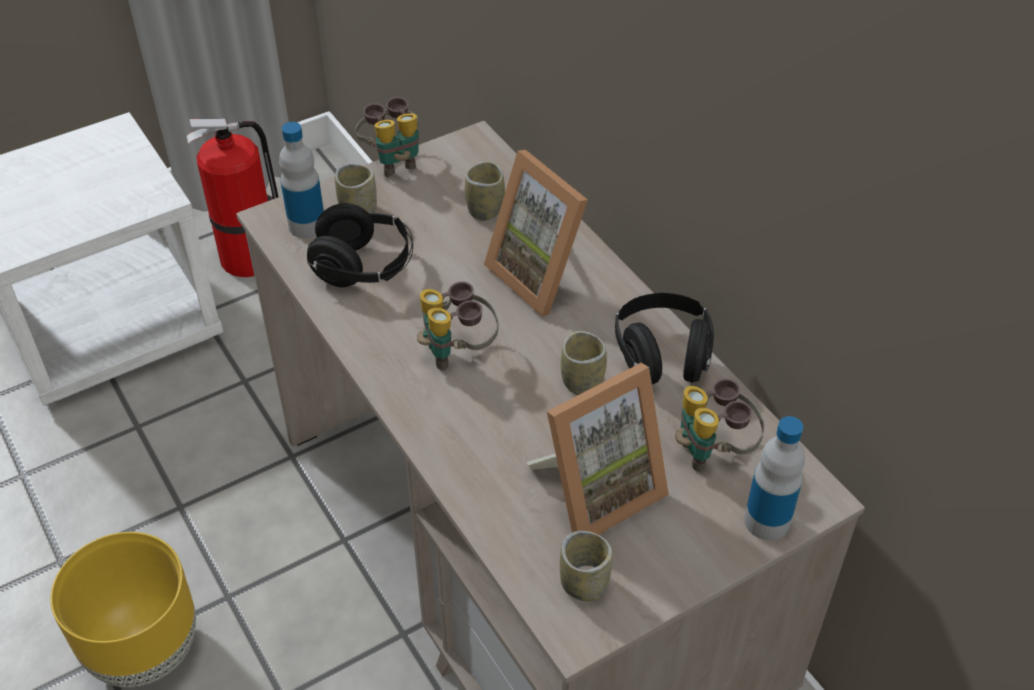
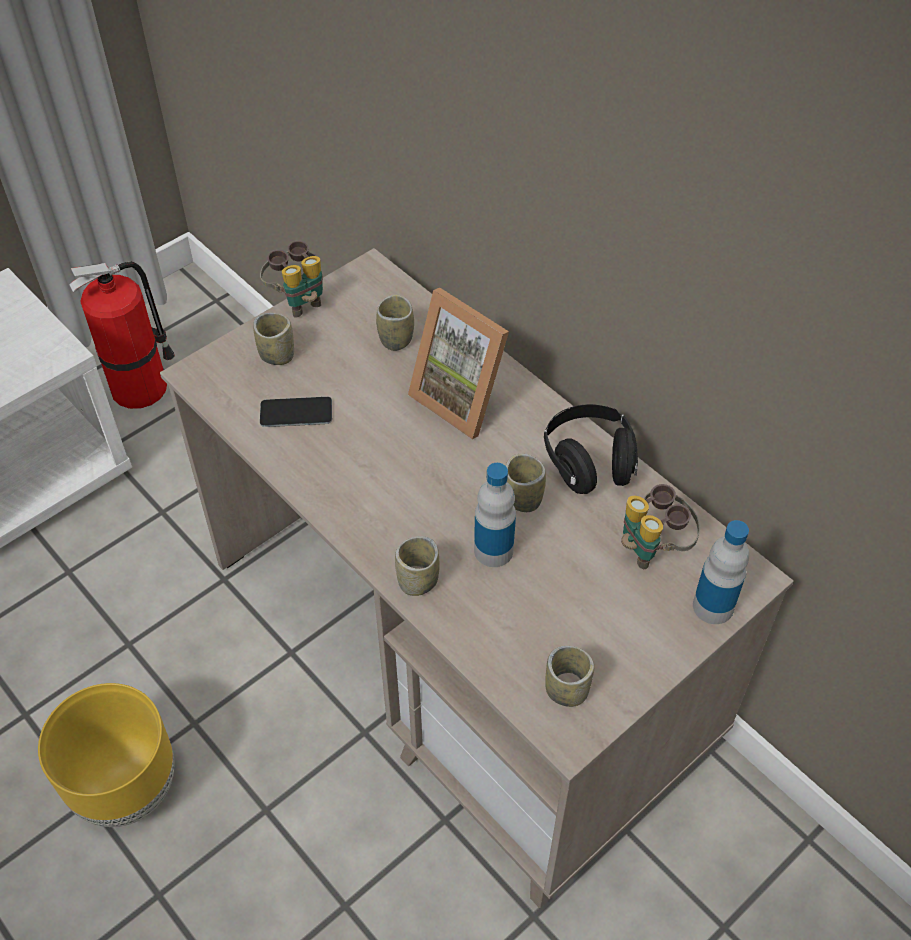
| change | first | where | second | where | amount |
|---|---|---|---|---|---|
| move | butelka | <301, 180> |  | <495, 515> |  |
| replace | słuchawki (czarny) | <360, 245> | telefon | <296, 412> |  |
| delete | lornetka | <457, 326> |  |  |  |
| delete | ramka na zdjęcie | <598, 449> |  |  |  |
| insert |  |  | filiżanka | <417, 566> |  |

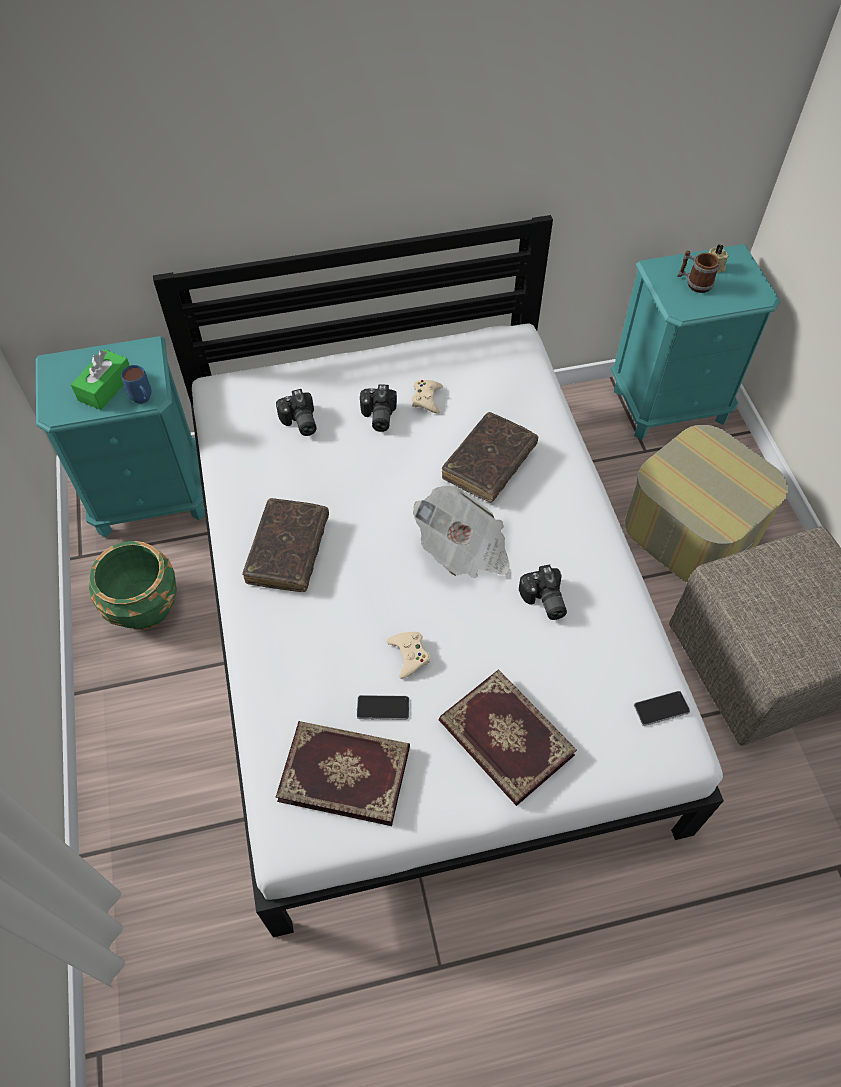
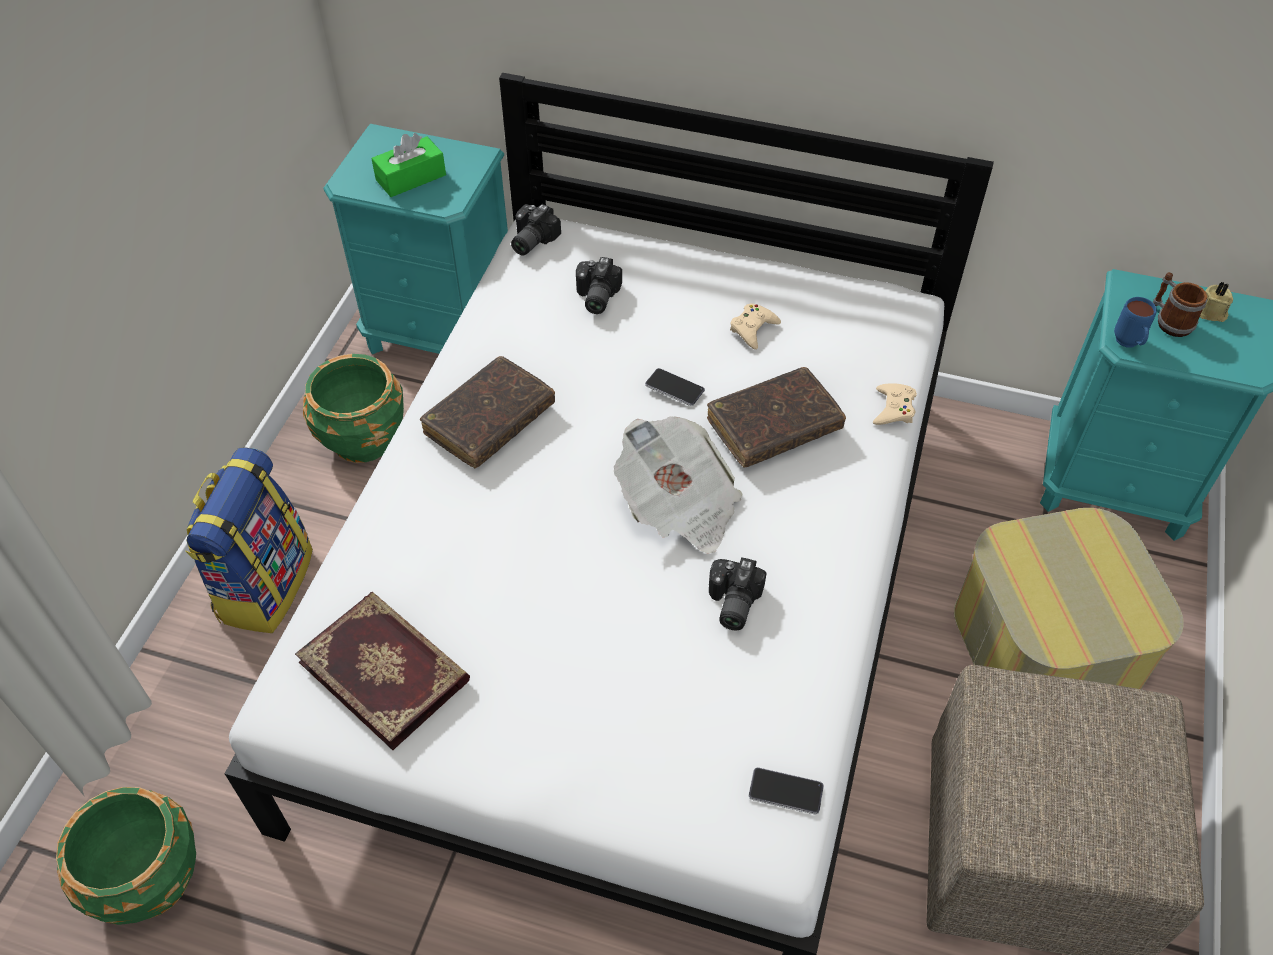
| change | first | where | second | where | amount |
|---|---|---|---|---|---|
| move | kubek (niebieski) | <136, 384> |  | <1135, 322> |  |
| move | telefon | <383, 707> |  | <675, 387> |  |
| move | aparat fotograficzny | <378, 408> |  | <536, 230> |  |
| move | pad do gier (beżowy) | <408, 655> |  | <895, 404> |  |
| delete | książka | <508, 737> |  |  |  |
| insert |  |  | donica (zielony) | <126, 856> |  |
| insert |  |  | plecak | <249, 540> |  |

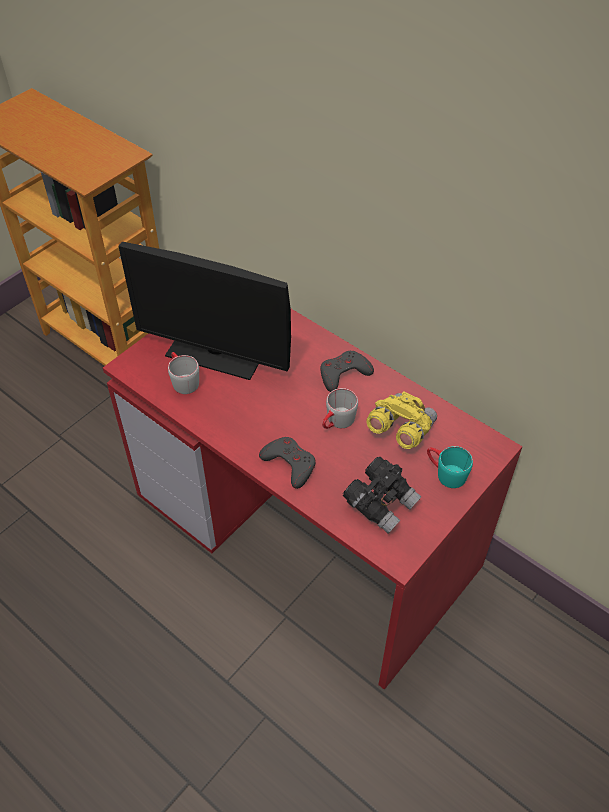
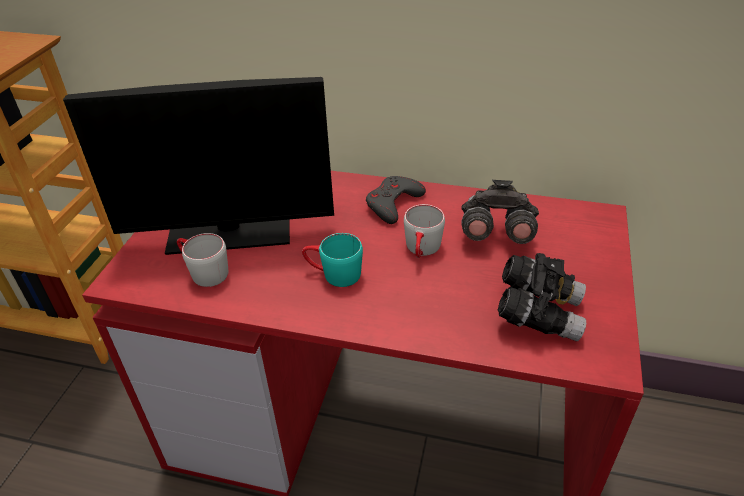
| change | first | where | second | where | amount |
|---|---|---|---|---|---|
| delete | pad do gier (szary) | <287, 463> |  |  |  |
| recolor | lornetka (żółty) | <401, 420> | lornetka (szary) | <500, 212> |  |
| move | kubek (turkusowy) | <450, 467> |  | <332, 260> |  |

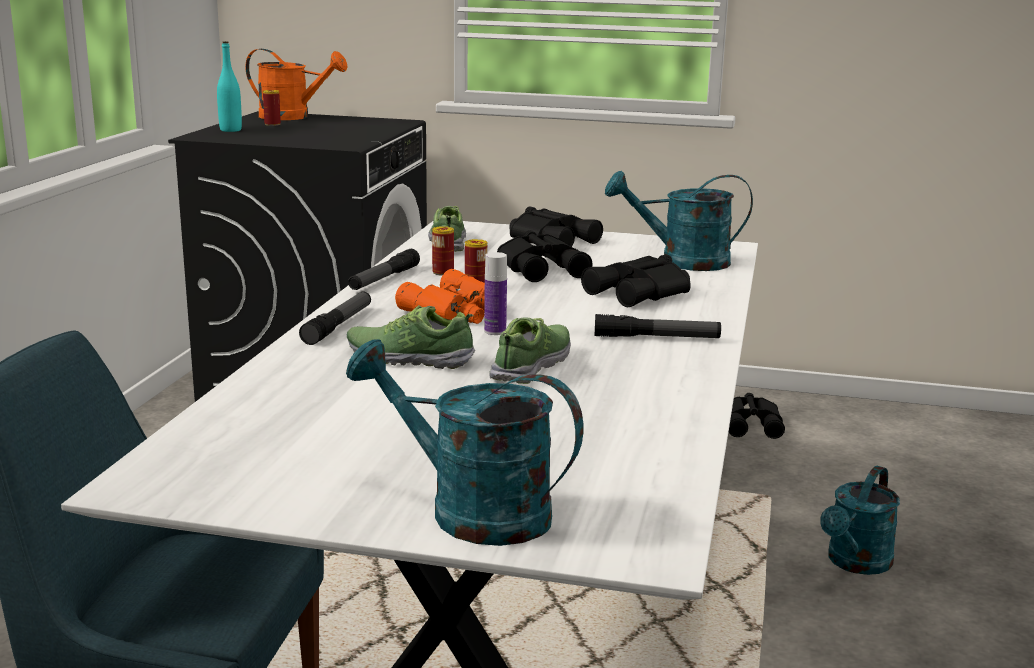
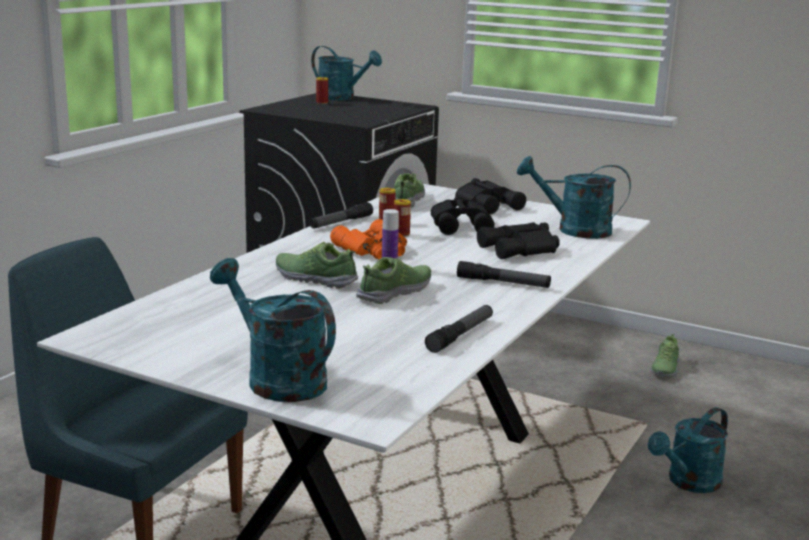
| change | first | where | second | where | amount |
|---|---|---|---|---|---|
| delete | butelka (turkusowy) | <229, 86> |  |  |  |
| recolor | konewka (pomarańczowy) | <296, 84> | konewka (turkusowy) | <346, 73> |  |
| move | latarka | <335, 318> |  | <459, 329> |  |
| replace | lornetka (czarny) | <757, 416> | but | <664, 355> |  |

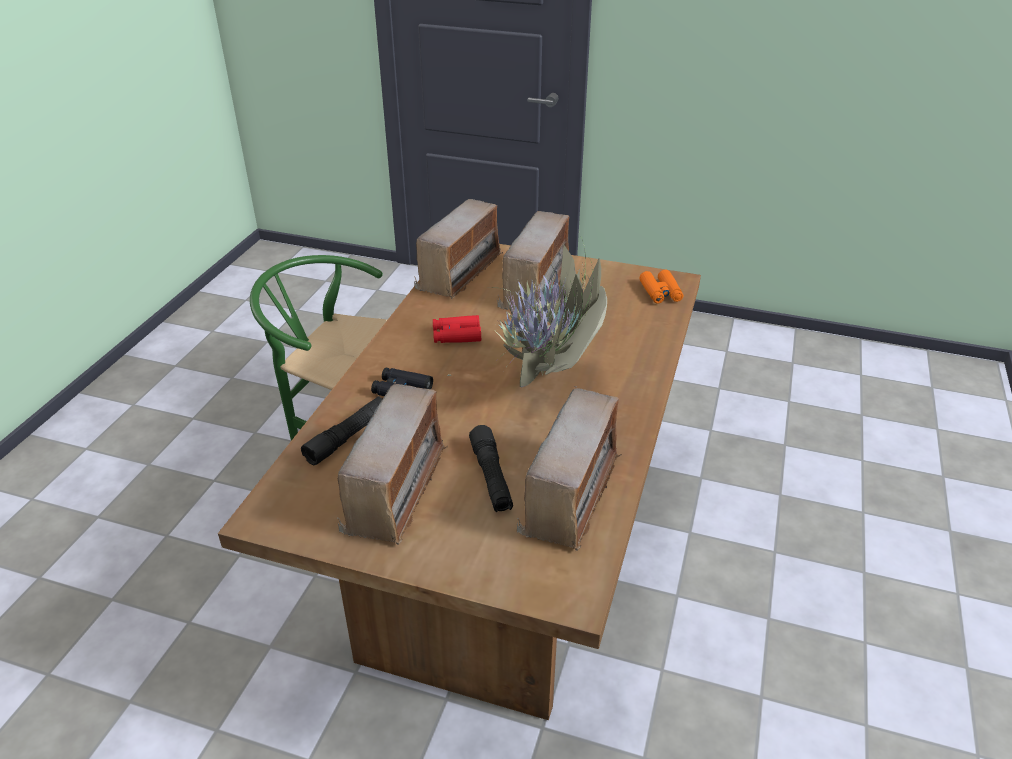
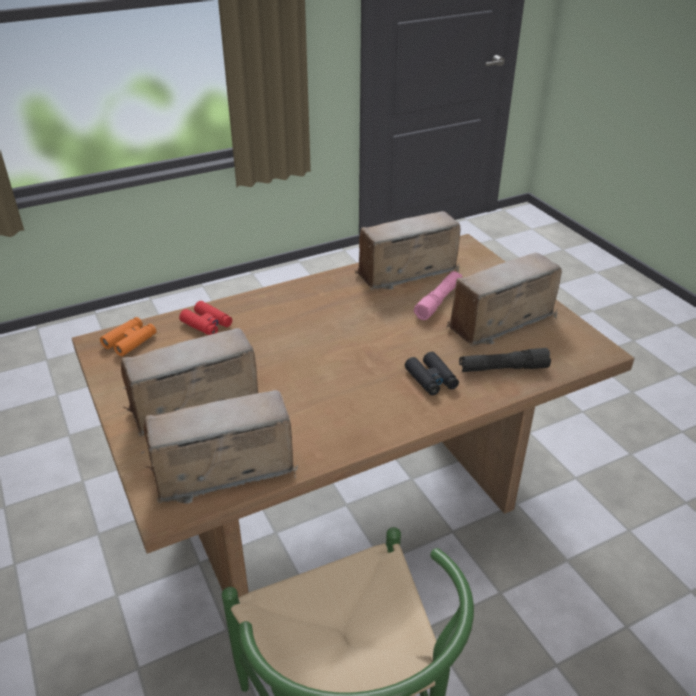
| change | first | where | second | where | amount |
|---|---|---|---|---|---|
| move | lornetka (czerwony) | <457, 329> |  | <205, 318> |  |
| delete | roślina doniczkowa | <527, 312> |  |  |  |
| recolor | latarka (czarny) | <491, 468> | latarka (różowy) | <438, 295> |  |

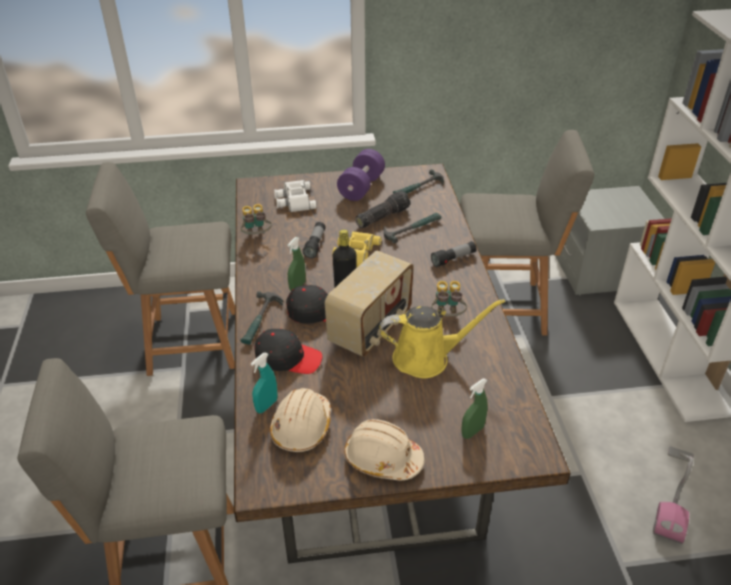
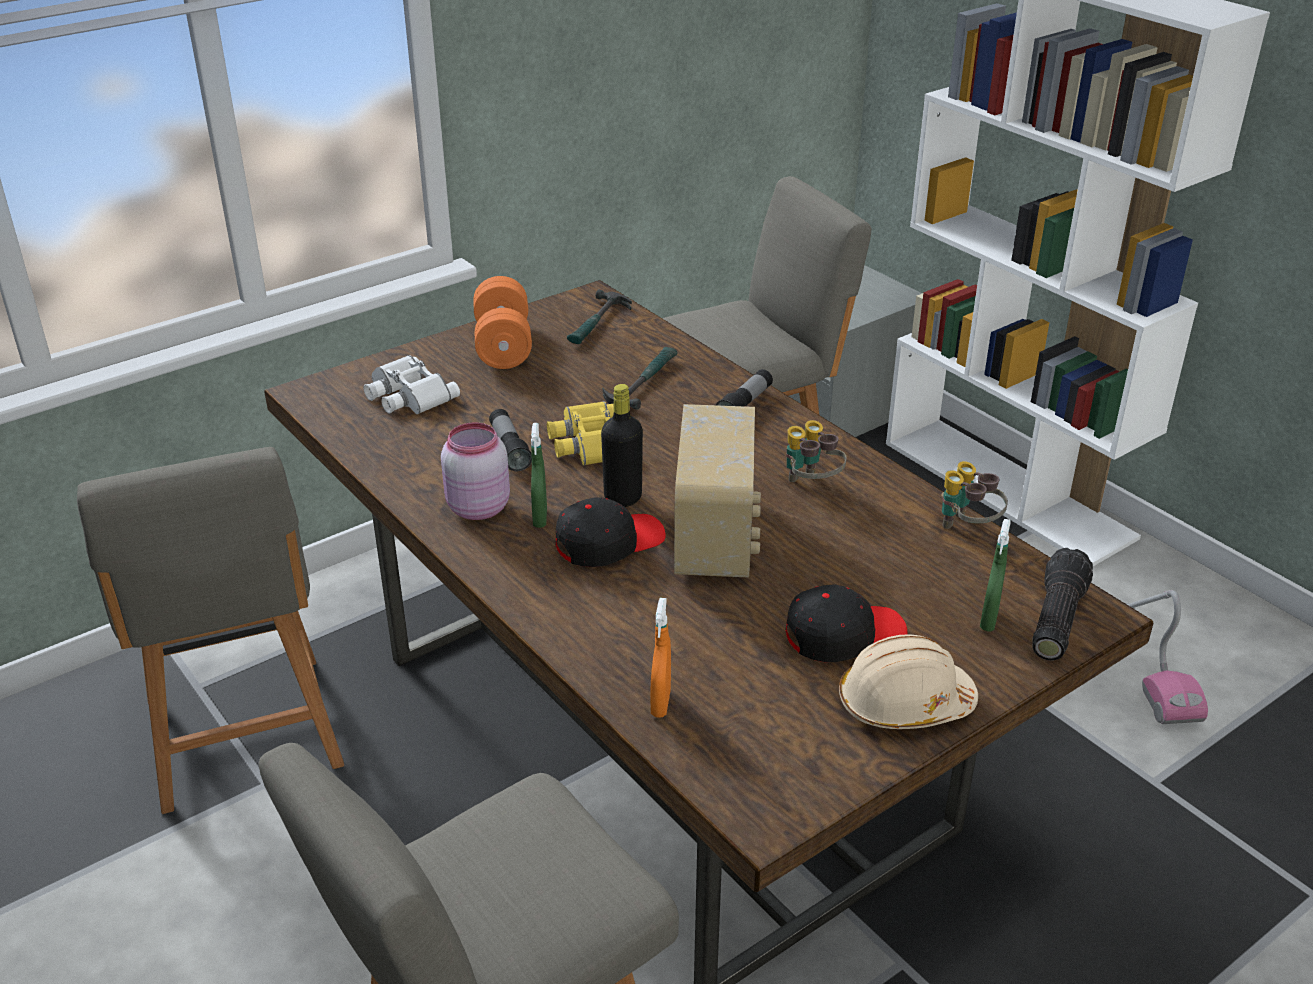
| change | first | where | second | where | amount |
|---|---|---|---|---|---|
| rotate | krzesło (szary) | <160, 269> |  | <210, 630> | 75 degrees counterclockwise |
| delete | młotek | <261, 318> |  |  |  |
| move | lornetka | <256, 219> |  | <974, 495> |  |
| recolor | spryskiwacz (turkusowy) | <264, 382> | spryskiwacz (pomarańczowy) | <660, 658> |  |
| move | czapka z daszkiem (czarny) | <288, 351> |  | <846, 623> |  |
| delete | kask (beżowy) | <300, 420> |  |  |  |
| recolor | hantel (fioletowy) | <361, 175> | hantel (pomarańczowy) | <502, 322> |  |
| move | latarka | <382, 209> |  | <1063, 604> |  |
| delete | konewka (żółty) | <442, 338> |  |  |  |
| insert |  |  | słoik (różowy) | <475, 471> |  |

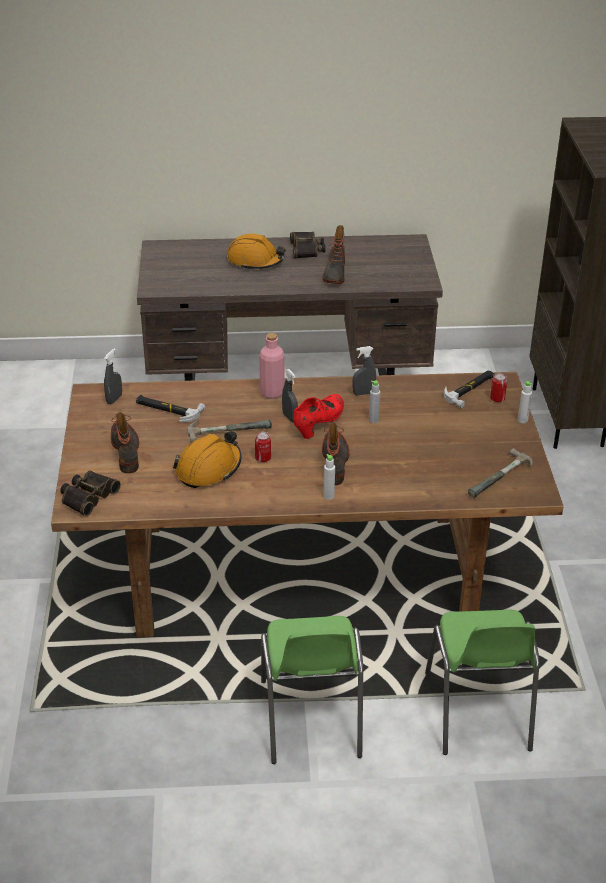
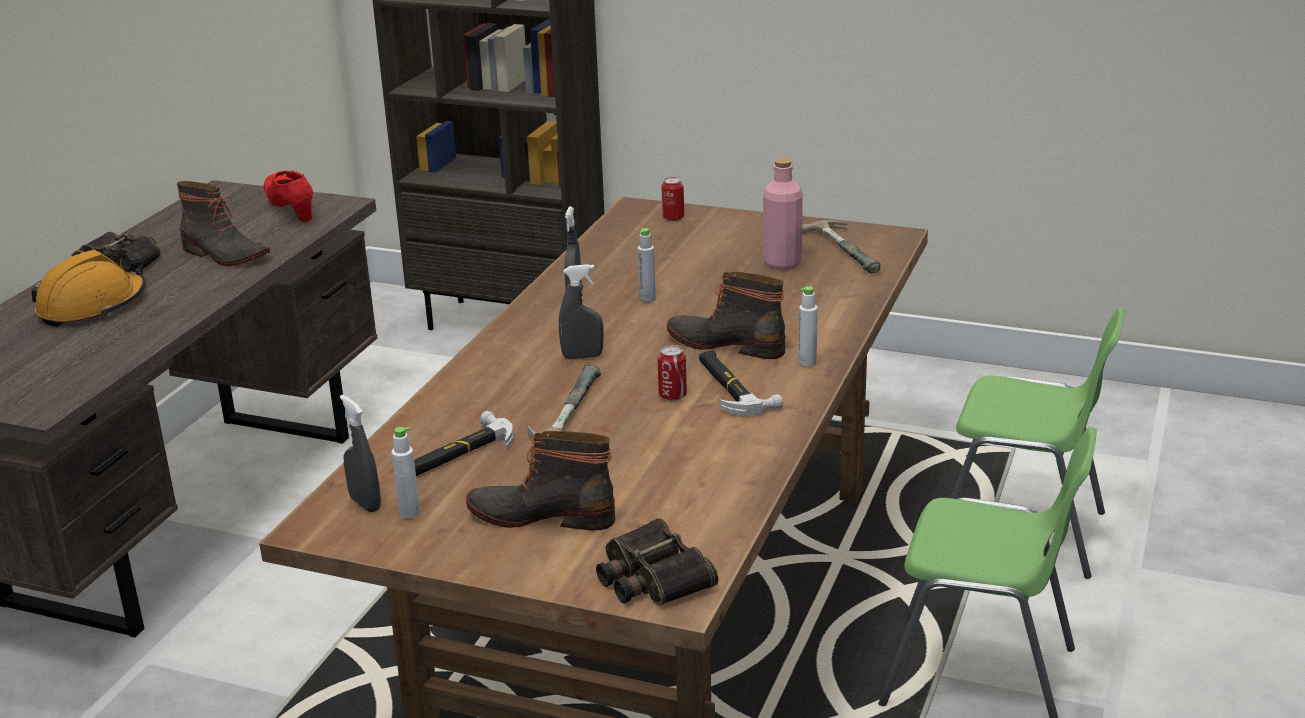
| change | first | where | second | where | amount |
|---|---|---|---|---|---|
| delete | kask (pomarańczowy) | <207, 459> |  |  |  |
| move | butelka (różowy) | <272, 366> |  | <783, 214> |  |
| move | but (czerwony) | <318, 416> |  | <288, 196> |  |
| move | młotek | <469, 389> |  | <741, 383> |  |
| move | butelka (biały) | <525, 402> |  | <405, 473> |  |

